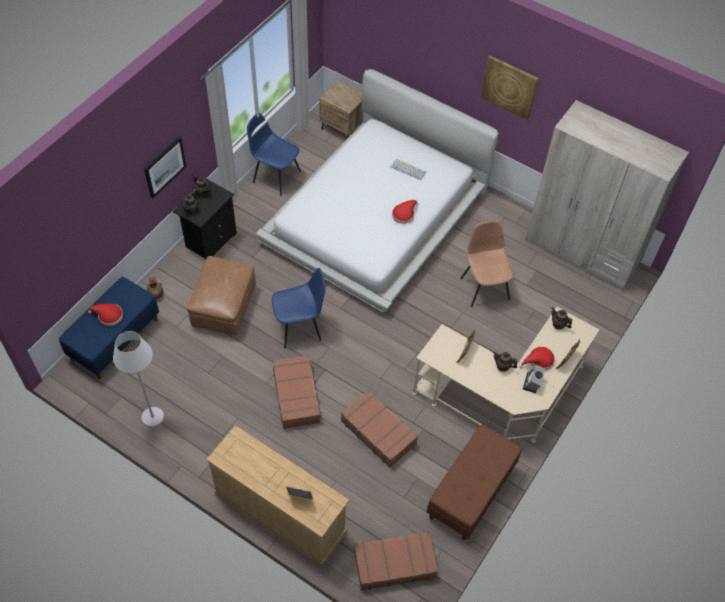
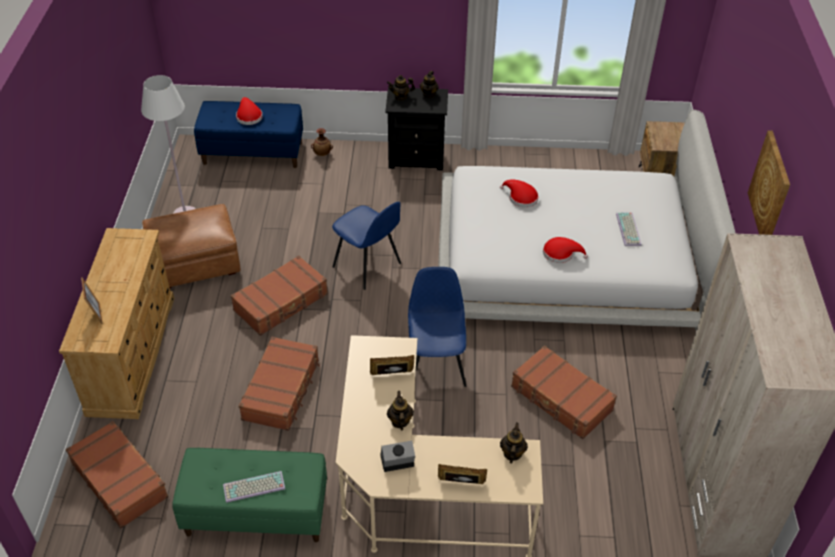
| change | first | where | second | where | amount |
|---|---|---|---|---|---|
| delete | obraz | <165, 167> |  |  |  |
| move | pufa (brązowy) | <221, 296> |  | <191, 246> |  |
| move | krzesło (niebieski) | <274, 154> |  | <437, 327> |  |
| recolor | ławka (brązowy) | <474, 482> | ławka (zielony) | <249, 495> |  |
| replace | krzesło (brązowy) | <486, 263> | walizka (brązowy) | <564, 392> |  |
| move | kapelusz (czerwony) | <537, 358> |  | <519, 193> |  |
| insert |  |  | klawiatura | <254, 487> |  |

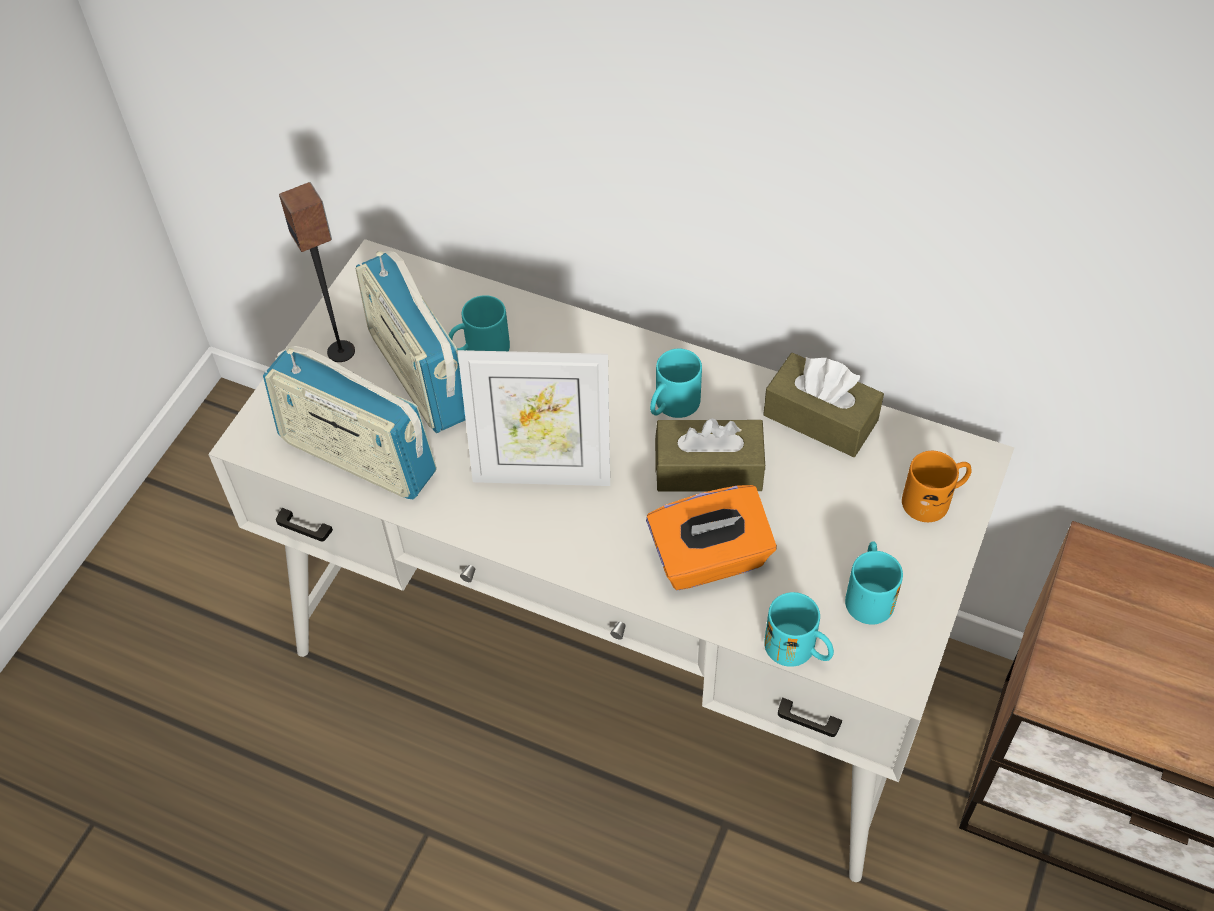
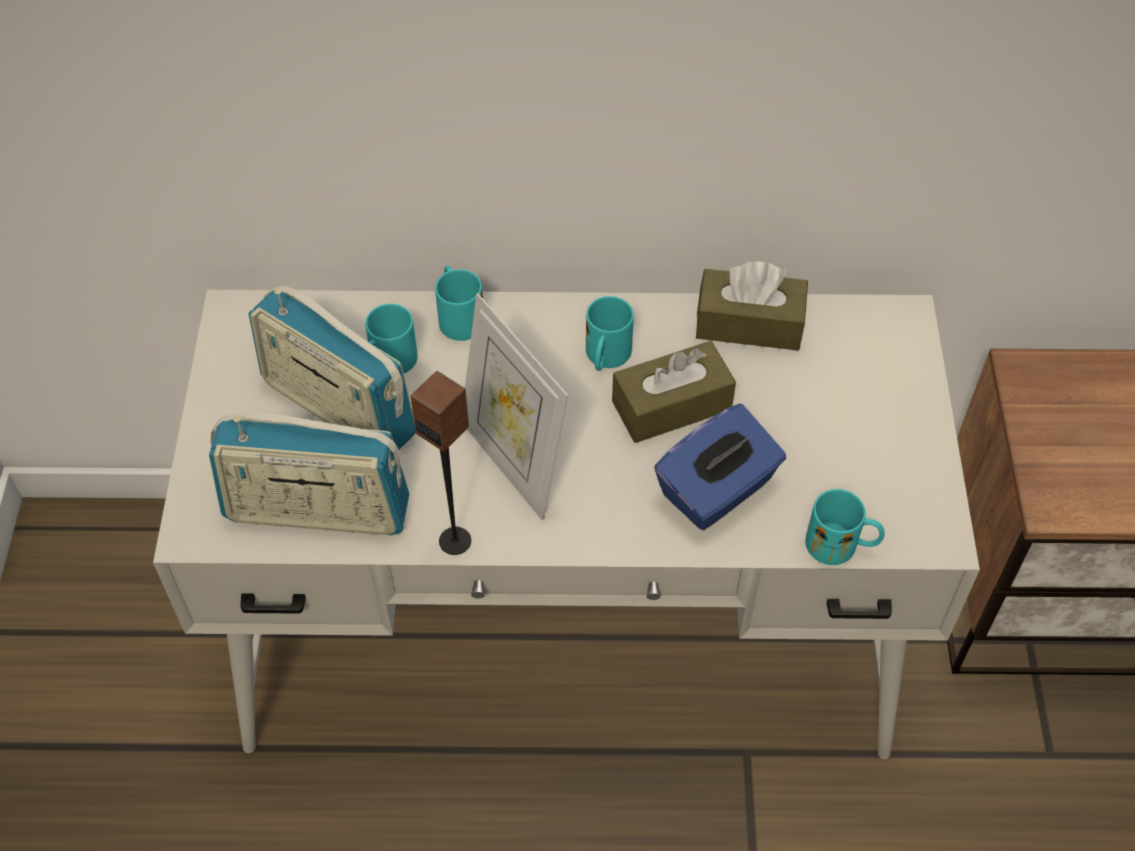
| change | first | where | second | where | amount |
|---|---|---|---|---|---|
| move | głośnik | <317, 272> |  | <441, 463> |  |
| rotate | ramka na zdjęcie | <534, 418> |  | <517, 406> | 75 degrees clockwise |
| recolor | pudełko chusteczek (pomarańczowy) | <711, 537> | pudełko chusteczek (niebieski) | <720, 467> |  |
| move | kubek (turkusowy) | <874, 583> |  | <459, 303> |  |
| delete | kubek (pomarańczowy) | <937, 486> |  |  |  |

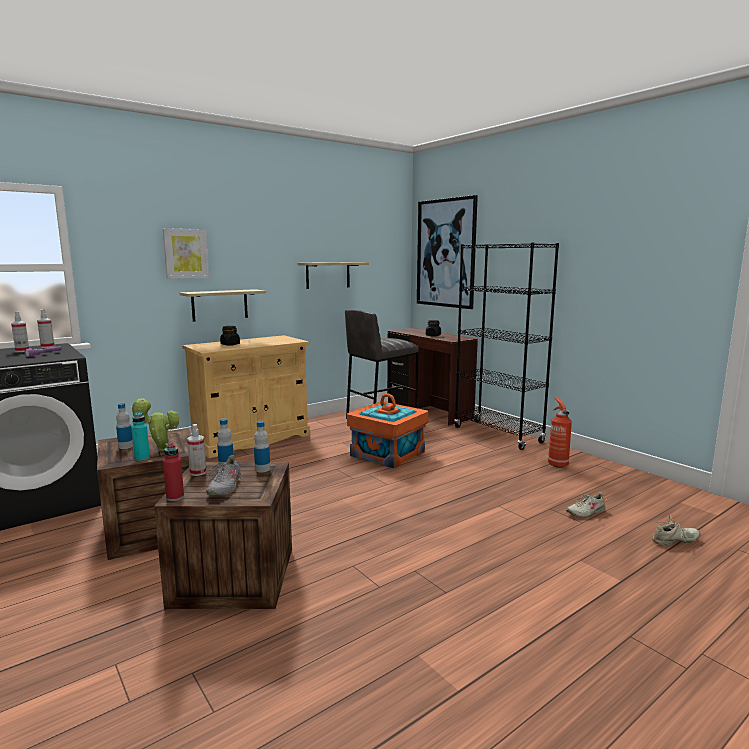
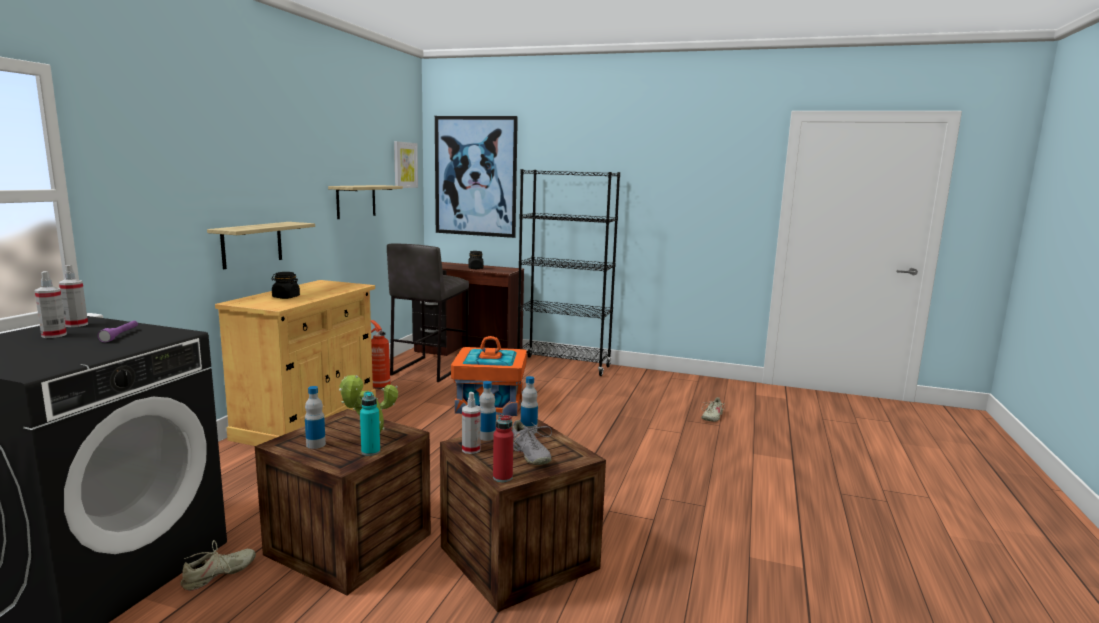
| change | first | where | second | where | amount |
|---|---|---|---|---|---|
| move | obraz | <186, 253> |  | <406, 164> |  |
| move | gaśnica | <560, 433> |  | <380, 354> |  |
| move | but (beżowy) | <676, 530> |  | <218, 565> |  |

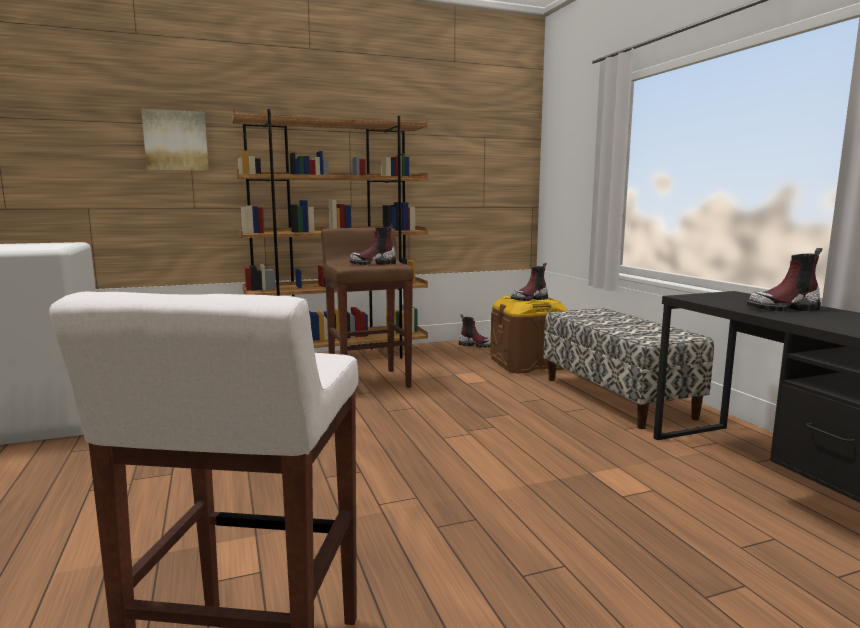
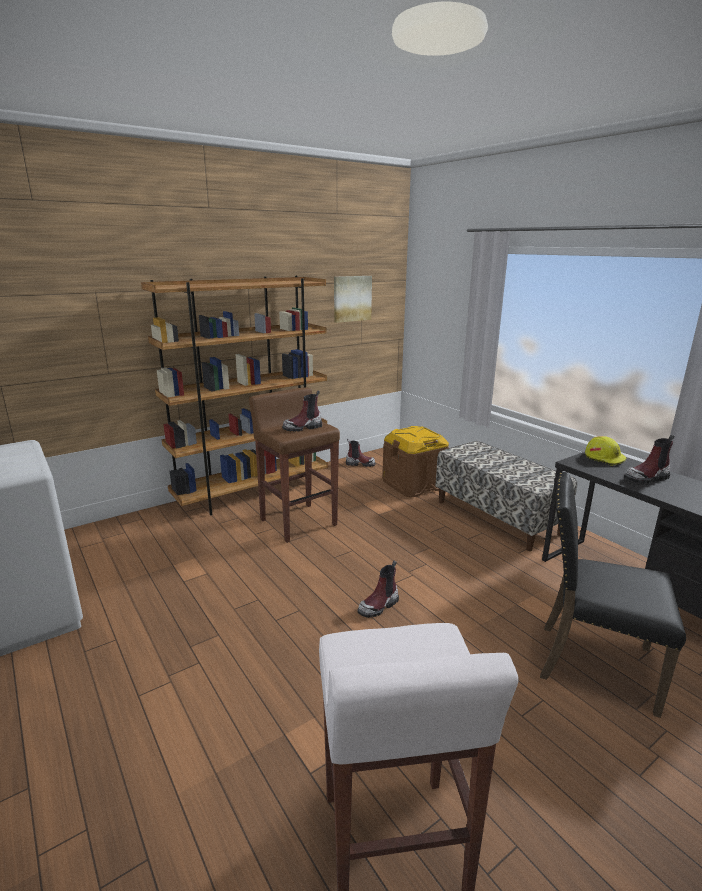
| change | first | where | second | where | amount |
|---|---|---|---|---|---|
| move | obraz | <175, 140> |  | <353, 299> |  |
| move | but z cholewką | <529, 282> |  | <378, 589> |  |
| insert |  |  | krzesło (czarny) | <613, 595> |  |
| insert |  |  | kask (żółty) | <605, 451> |  |

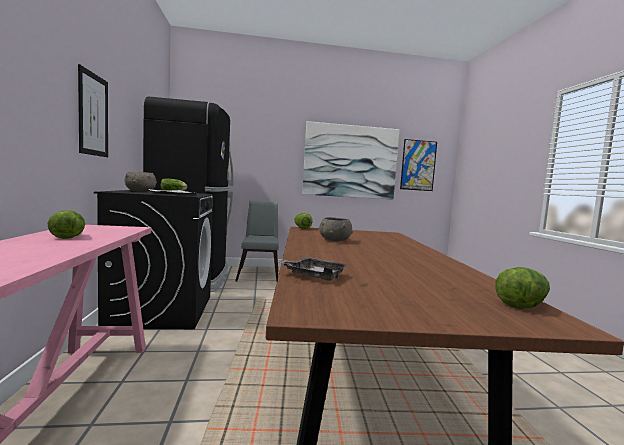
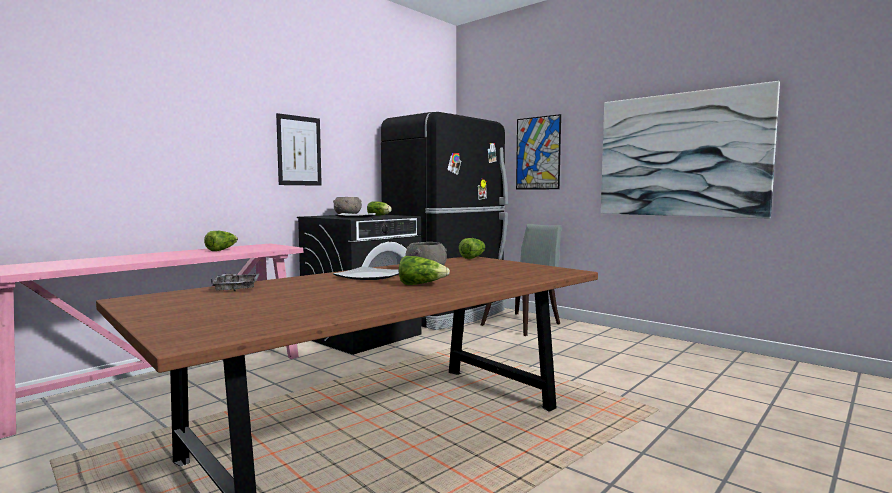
| change | first | where | second | where | amount |
|---|---|---|---|---|---|
| move | obraz | <418, 165> |  | <538, 152> |  |
| move | sałata | <522, 288> |  | <424, 270> |  |
| insert |  |  | talerz | <366, 273> |  |

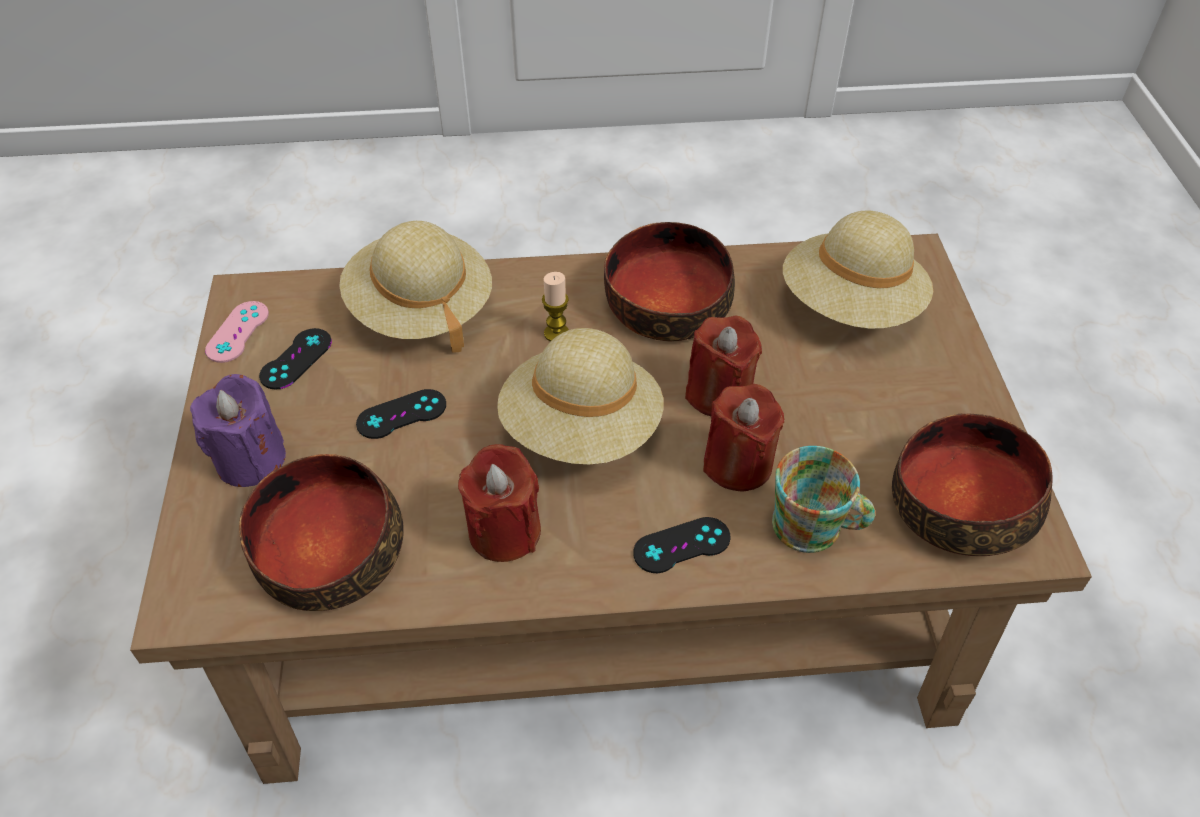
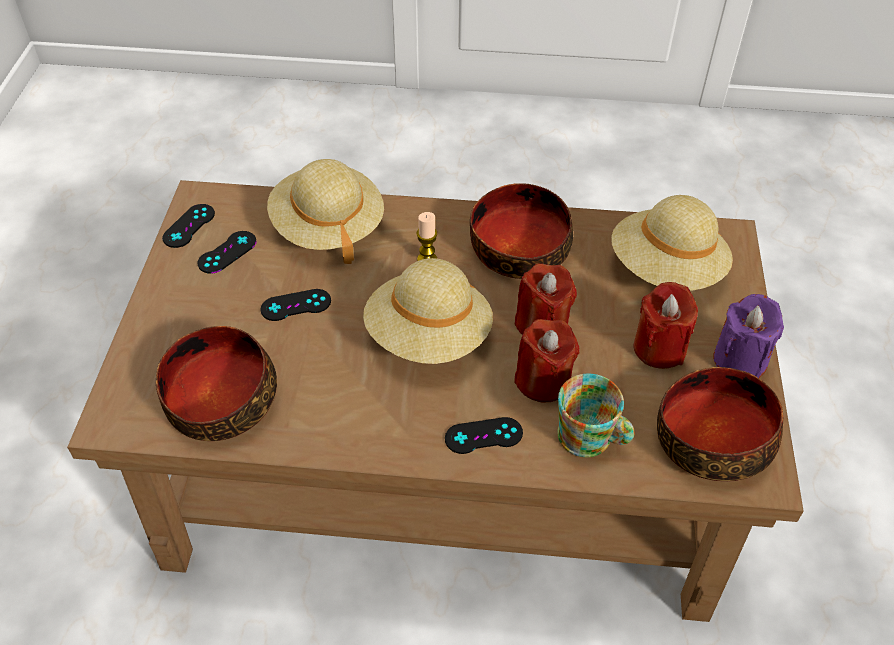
| change | first | where | second | where | amount |
|---|---|---|---|---|---|
| move | świeca (fioletowy) | <238, 430> |  | <748, 336> |  |
| recolor | pad do gier (różowy) | <237, 332> | pad do gier (czarny) | <188, 226> |  |
| move | świeca (czerwony) | <499, 503> |  | <666, 325> |  |

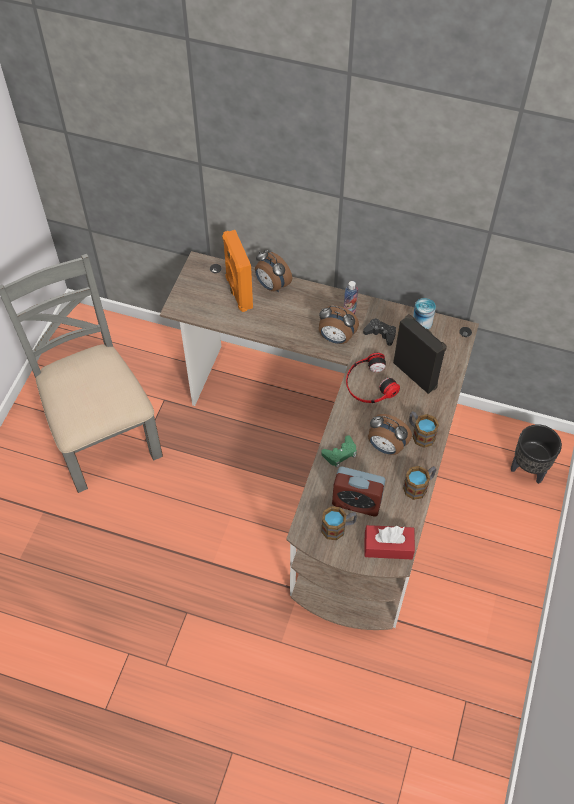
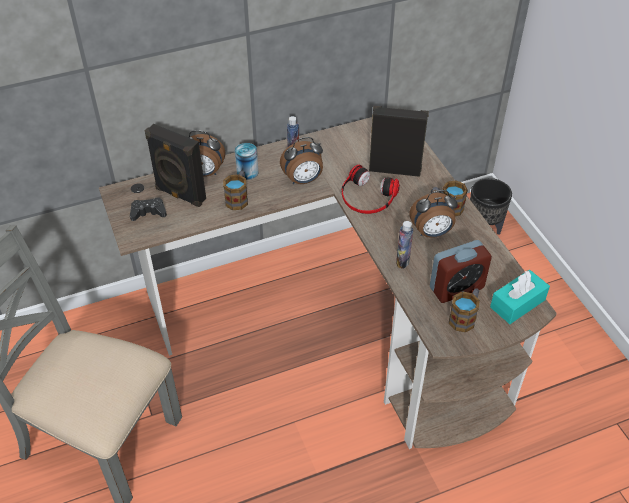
| change | first | where | second | where | amount |
|---|---|---|---|---|---|
| recolor | głośnik (pomarańczowy) | <237, 271> | głośnik (czarny) | <175, 165> |  |
| replace | pad do gier (zielony) | <339, 451> | butelka | <404, 245> |  |
| move | pad do gier (czarny) | <379, 332> |  | <148, 209> |  |
| recolor | pudełko chusteczek (czerwony) | <390, 542> | pudełko chusteczek (turkusowy) | <520, 297> |  |
| move | kubek | <420, 483> |  | <235, 190> |  |
| move | puszka | <424, 314> |  | <247, 161> |  |

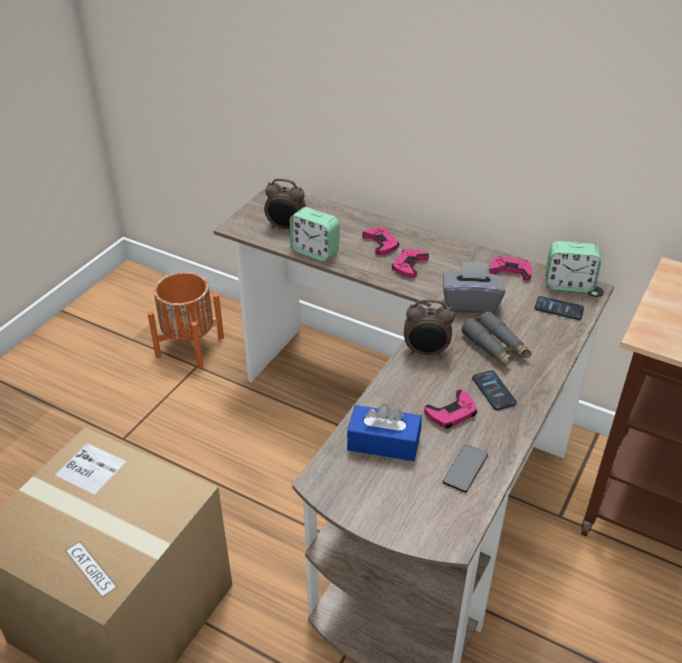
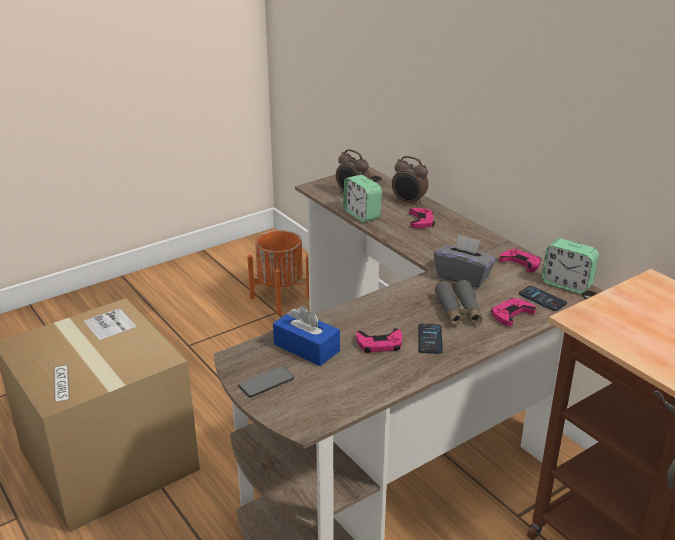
| change | first | where | second | where | amount |
|---|---|---|---|---|---|
| move | pad do gier (różowy) | <410, 263> |  | <513, 312> |  |
| move | budzik | <429, 328> |  | <410, 181> |  |
| move | telefon | <465, 469> |  | <266, 381> |  |

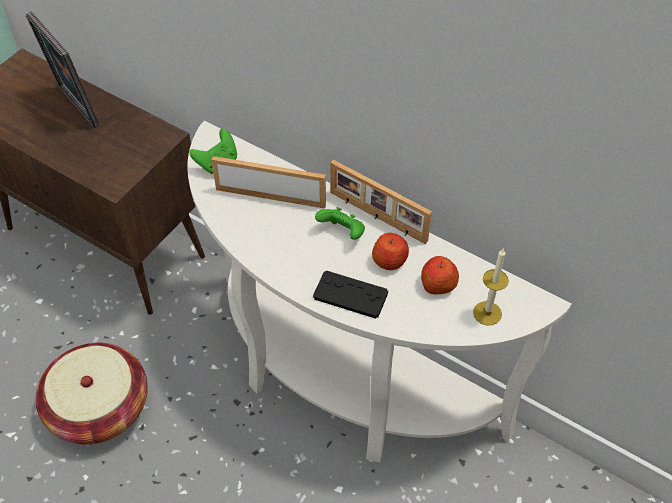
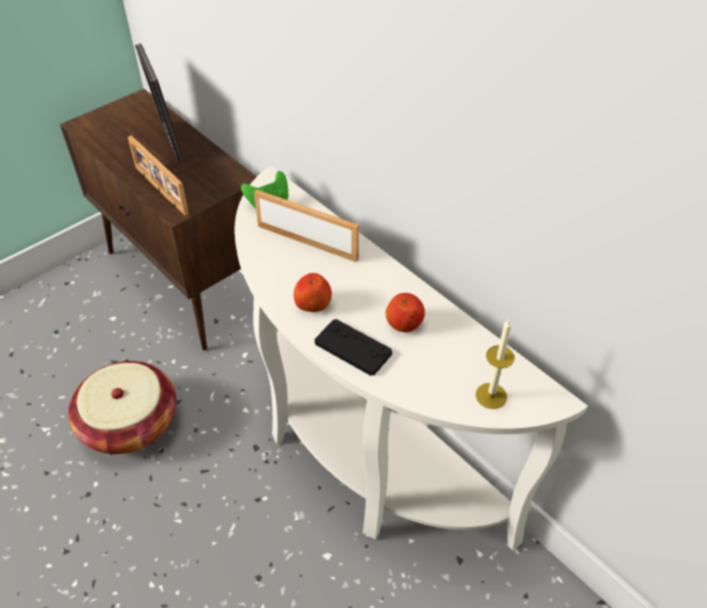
| change | first | where | second | where | amount |
|---|---|---|---|---|---|
| delete | pad do gier (zielony) | <340, 223> |  |  |  |
| move | ramka na zdjęcie | <381, 202> |  | <158, 175> |  |
| move | jabłko | <440, 275> |  | <313, 292> |  |

